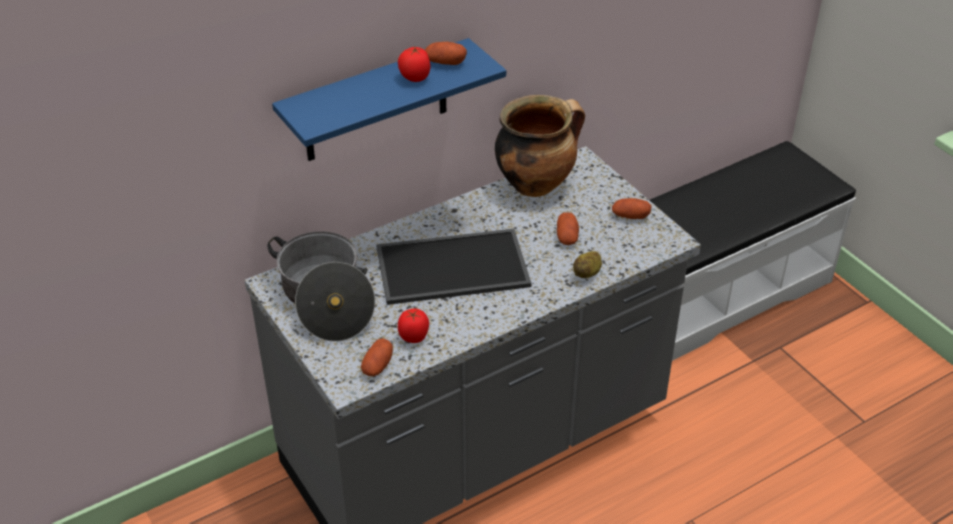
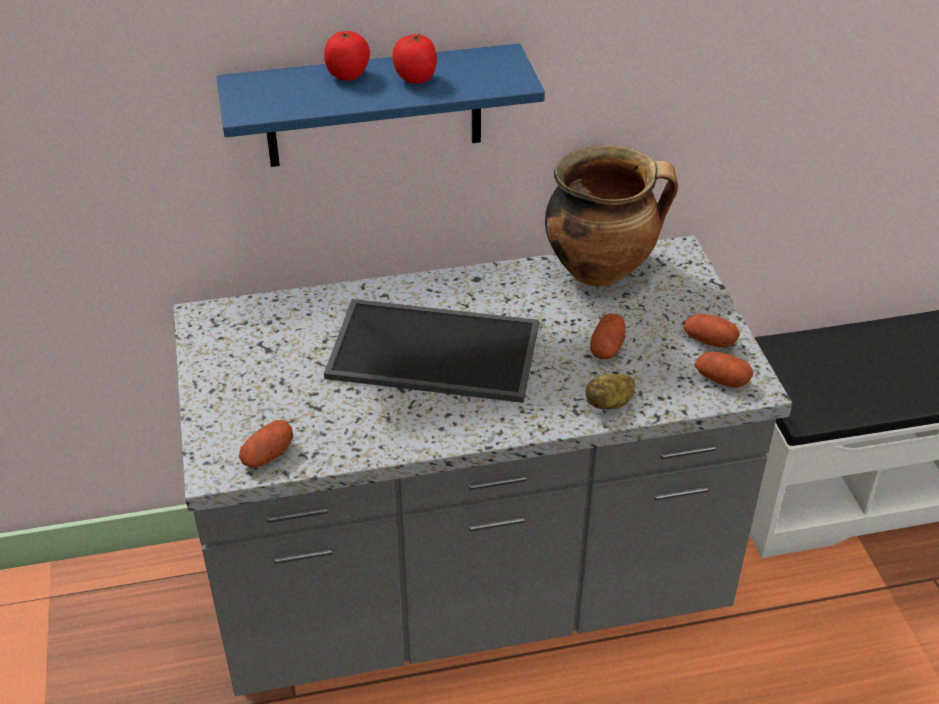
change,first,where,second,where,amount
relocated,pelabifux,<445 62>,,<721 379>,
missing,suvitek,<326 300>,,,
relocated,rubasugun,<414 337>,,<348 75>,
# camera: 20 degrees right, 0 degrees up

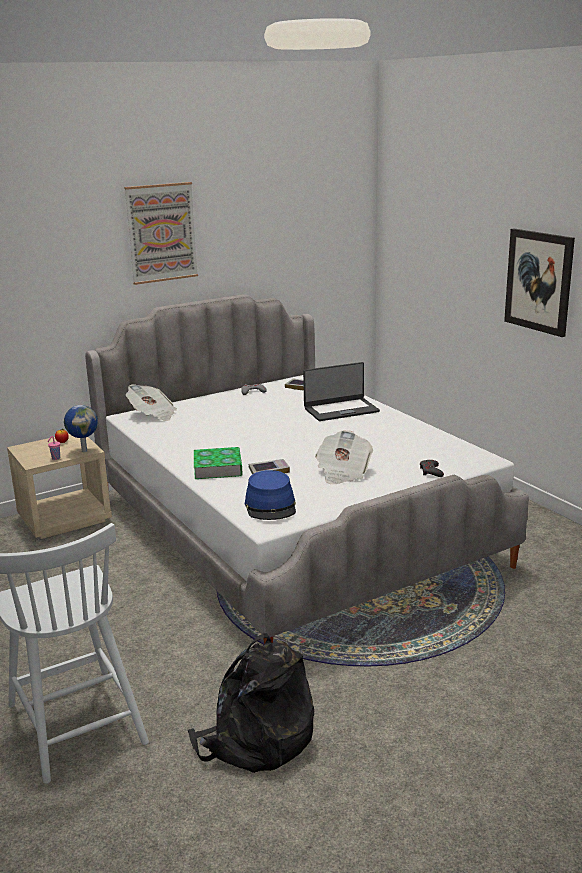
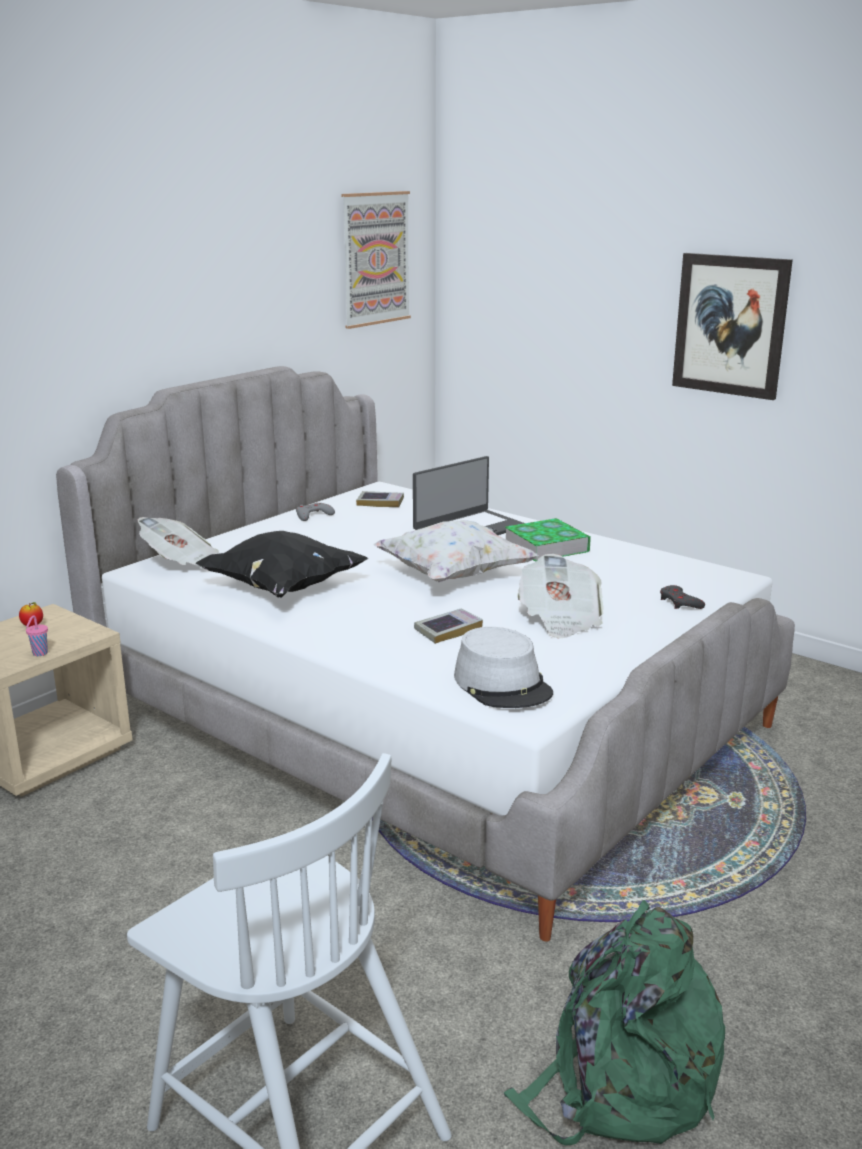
change,first,where,second,where,amount
relocated,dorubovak,<161 233>,,<375 259>,
missing,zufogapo,<84 450>,,,
relocated,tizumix,<218 468>,,<546 546>,
colour,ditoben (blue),<271 506>,ditoben (grey),<503 684>,
colour,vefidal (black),<256 740>,vefidal (green),<621 1081>,
appeared,,,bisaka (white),<454 576>,
appeared,,,bisaka (black),<282 588>,
# camera: 20 degrees left, 0 degrees up

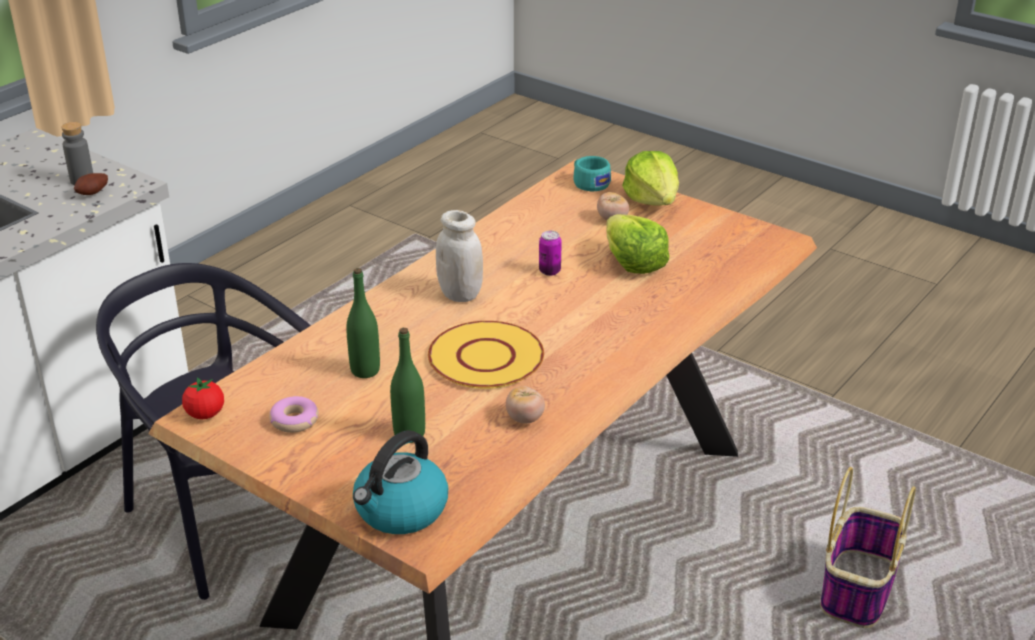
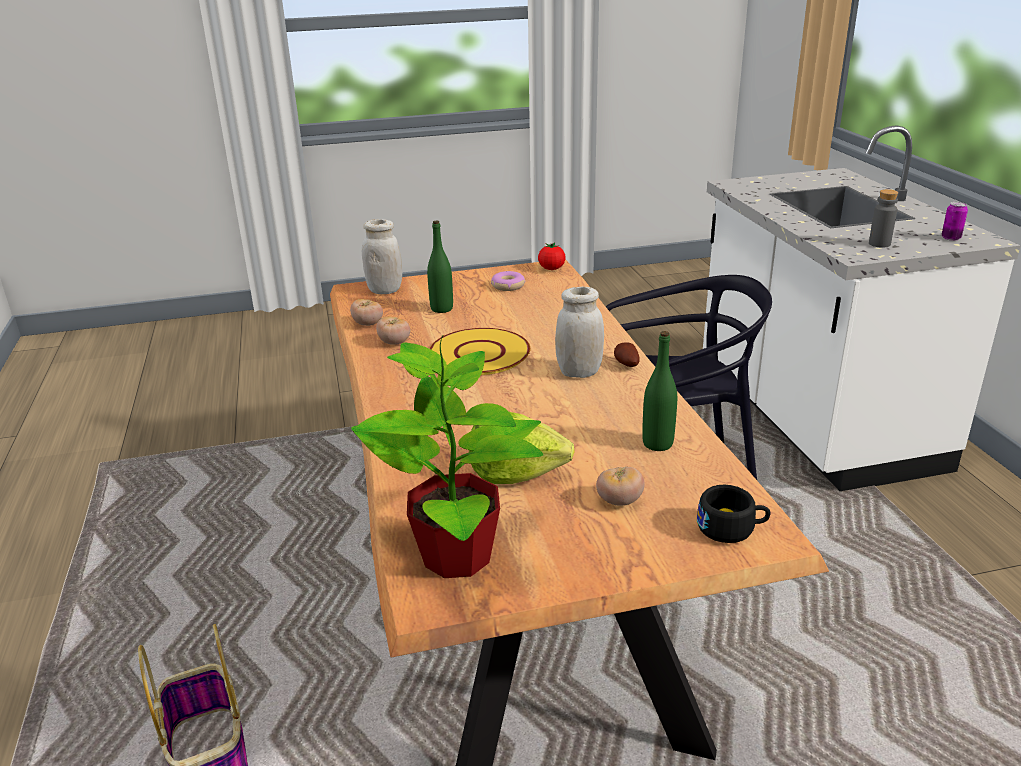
change,first,where,second,where,amount
missing,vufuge,<652 200>,,,
colour,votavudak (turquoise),<588 183>,votavudak (black),<732 528>,
relocated,pelabifux,<94 194>,,<625 364>,
relocated,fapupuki,<549 271>,,<951 238>,
relocated,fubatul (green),<365 370>,,<657 444>,
exchanged,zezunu,<400 511>,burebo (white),<385 290>,
appeared,,,rubasugun,<367 324>,
appeared,,,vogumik,<459 557>,
# camera: 130 degrees right, 5 degrees down

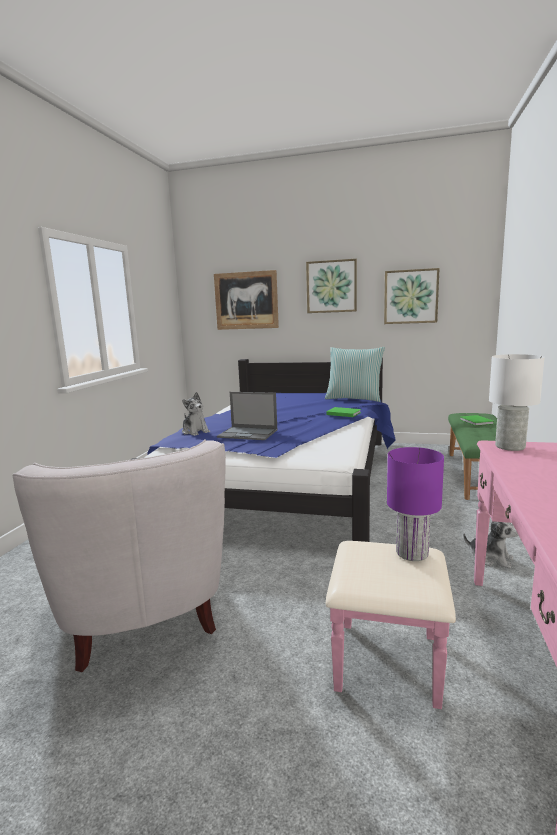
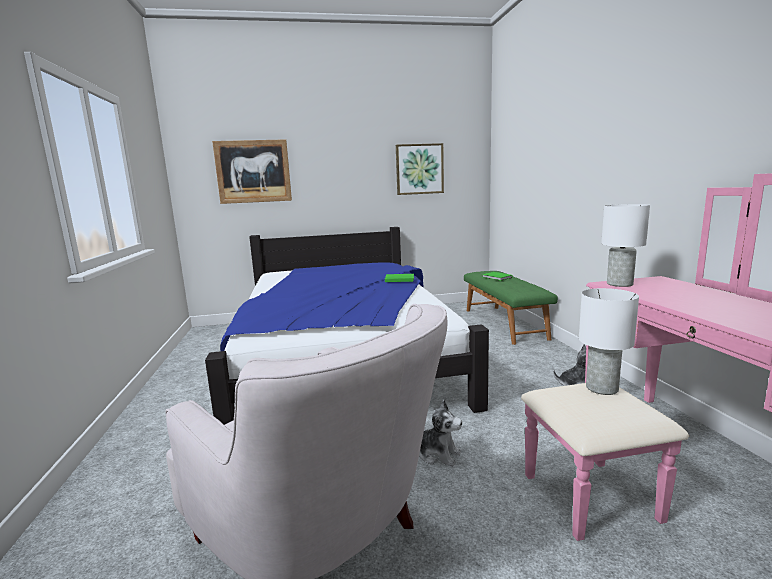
change,first,where,second,where,amount
missing,dorubovak,<331 286>,,,
missing,bisaka,<354 399>,,,
relocated,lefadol,<195 432>,,<437 454>,
missing,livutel,<248 433>,,,
colour,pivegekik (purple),<411 553>,pivegekik (white),<601 388>,
# camera: 25 degrees left, 0 degrees up

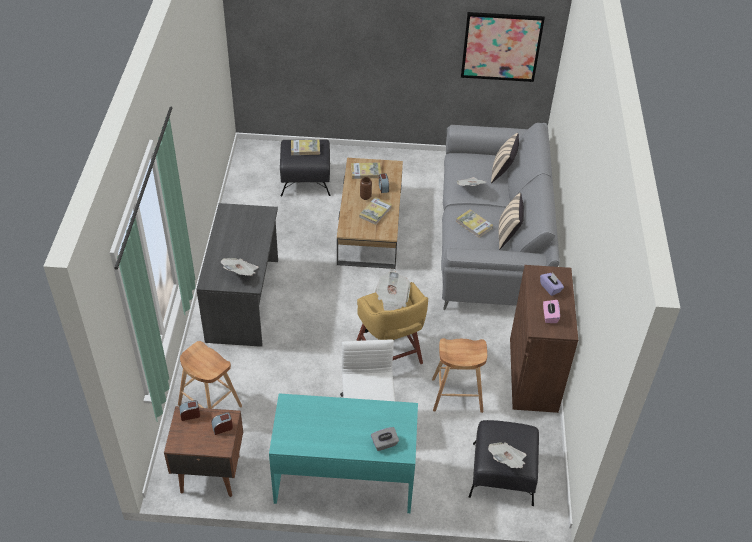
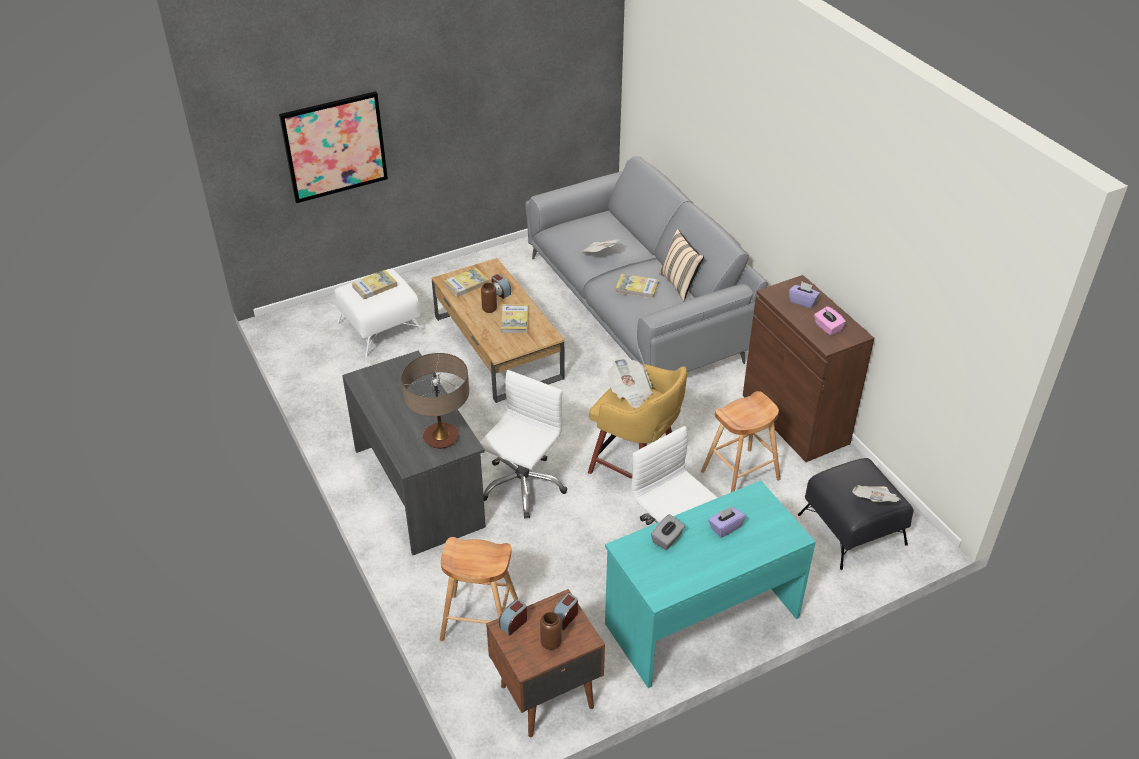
change,first,where,second,where,amount
relocated,dorubovak,<501 46>,,<334 147>,
missing,bisaka (beige),<503 172>,,,
colour,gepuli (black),<306 179>,gepuli (white),<381 328>,
exchanged,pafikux,<241 273>,pivegekik,<441 438>,
relocated,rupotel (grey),<384 444>,,<667 539>,
appeared,,,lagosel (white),<522 485>,
appeared,,,rupotel (purple),<725 527>,
appeared,,,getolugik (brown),<551 643>,
# camera: 30 degrees left, 5 degrees down

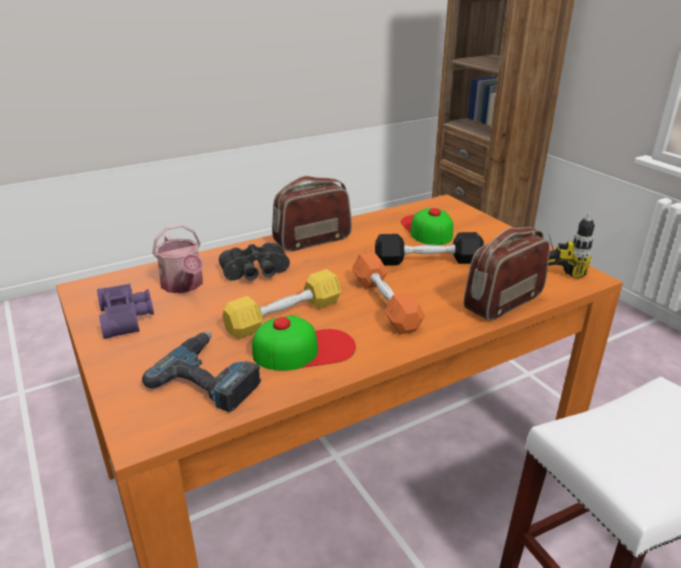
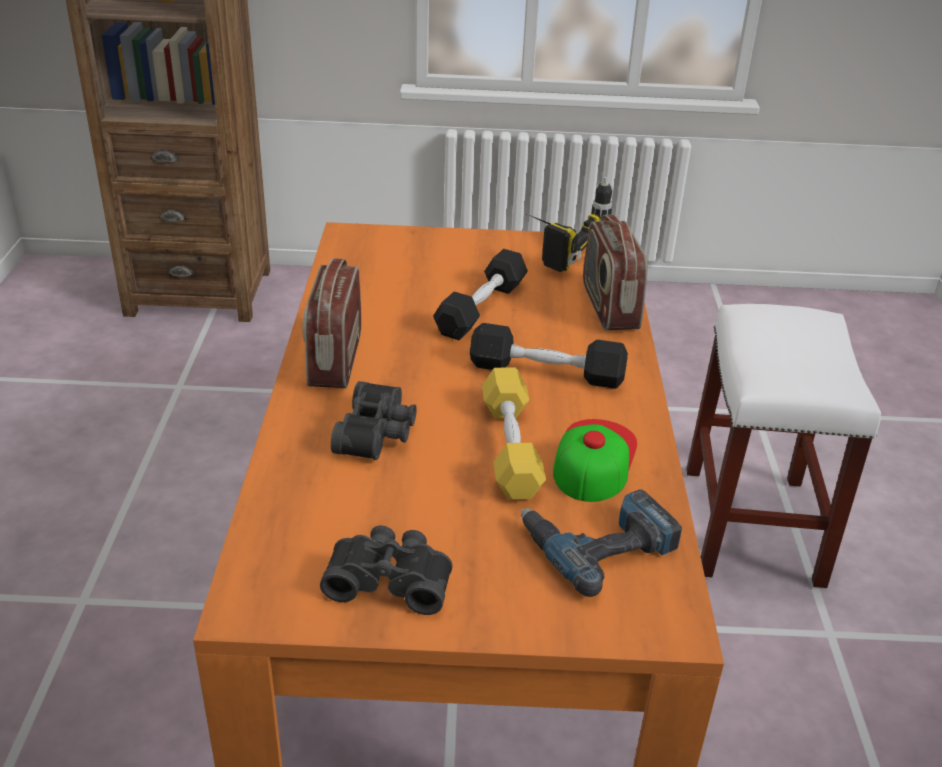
change,first,where,second,where,amount
missing,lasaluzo,<426 229>,,,
missing,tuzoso,<184 285>,,,
colour,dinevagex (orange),<385 303>,dinevagex (black),<546 372>,
colour,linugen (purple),<128 317>,linugen (black),<390 579>,
# camera: 60 degrees left, 5 degrees up

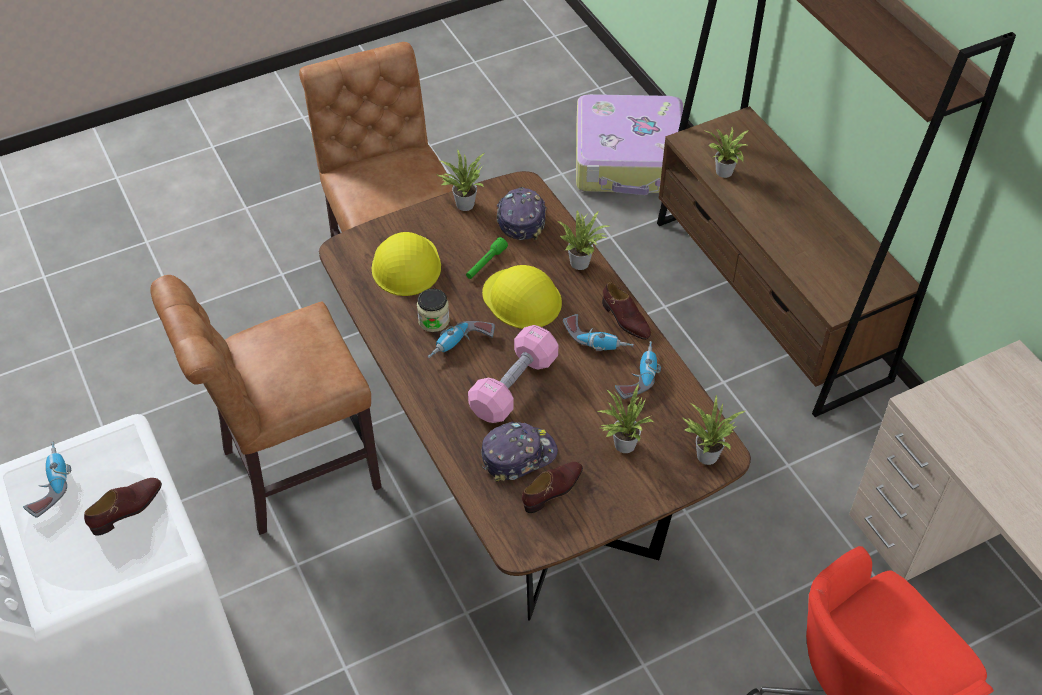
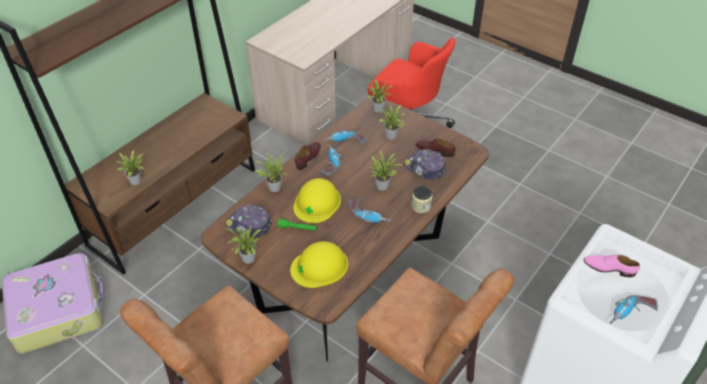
change,first,where,second,where,amount
spun,lasaluzo,<521 218>,,<249 226>,45 degrees clockwise
relocated,burebo,<433 320>,,<421 206>,
exchanged,dinevagex (pink),<513 386>,vogumik,<382 185>,
colour,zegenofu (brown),<127 509>,zegenofu (pink),<609 268>,
# camera: 115 degrees left, 5 degrees down

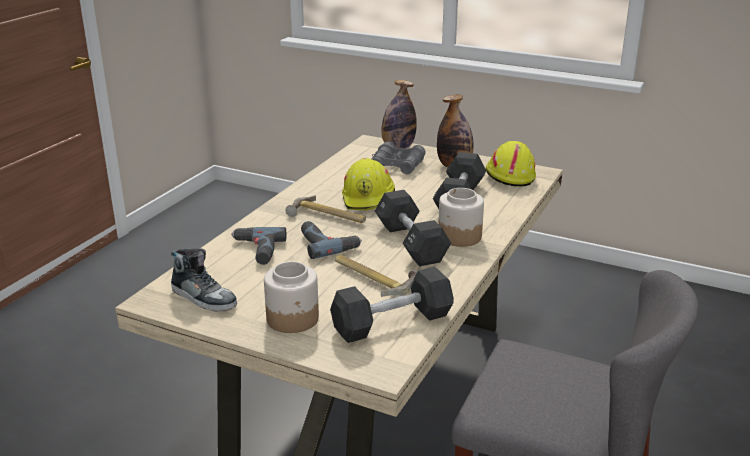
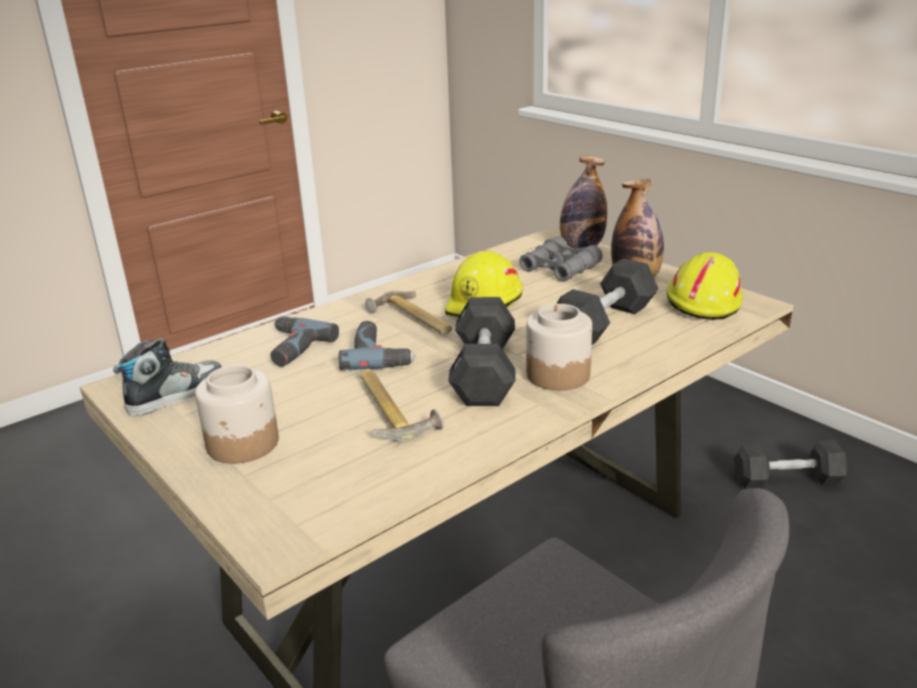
change,first,where,second,where,amount
spun,zegenofu,<203 297>,,<176 394>,105 degrees counterclockwise
relocated,dinevagex (black),<392 322>,,<787 480>,
# camera: 25 degrees right, 0 degrees up

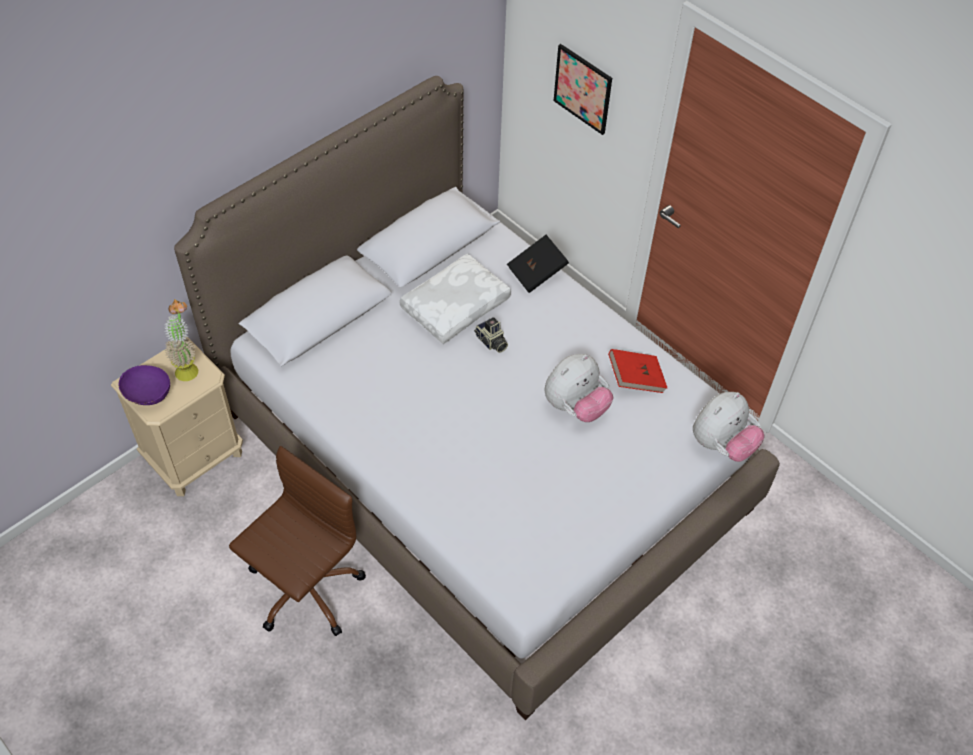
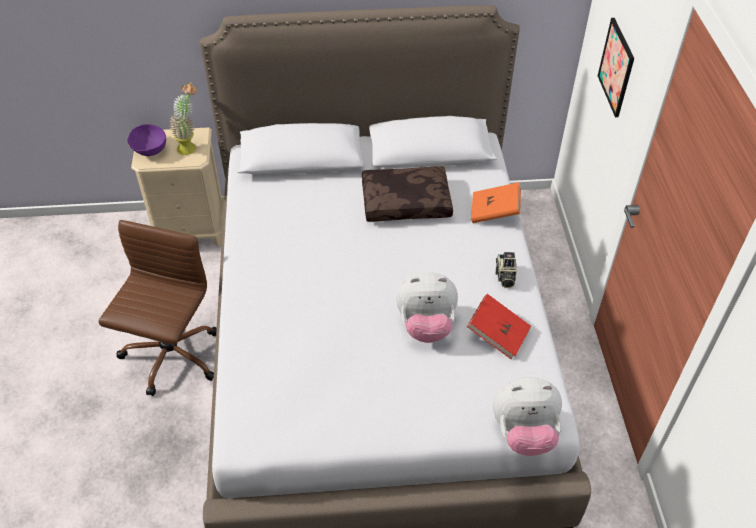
change,first,where,second,where,amount
colour,tizumix (black),<537 273>,tizumix (orange),<494 212>,
colour,bisaka (white),<455 305>,bisaka (brown),<406 201>,
relocated,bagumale,<491 342>,,<504 276>,
spun,lagosel (brown),<304 590>,,<171 357>,60 degrees counterclockwise
# camera: 40 degrees right, 5 degrees down

